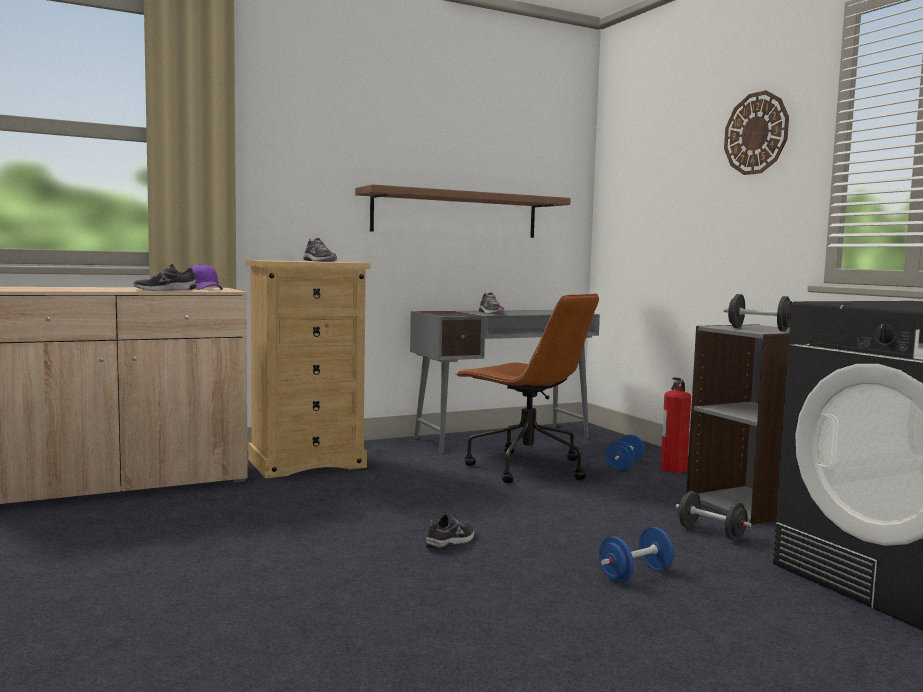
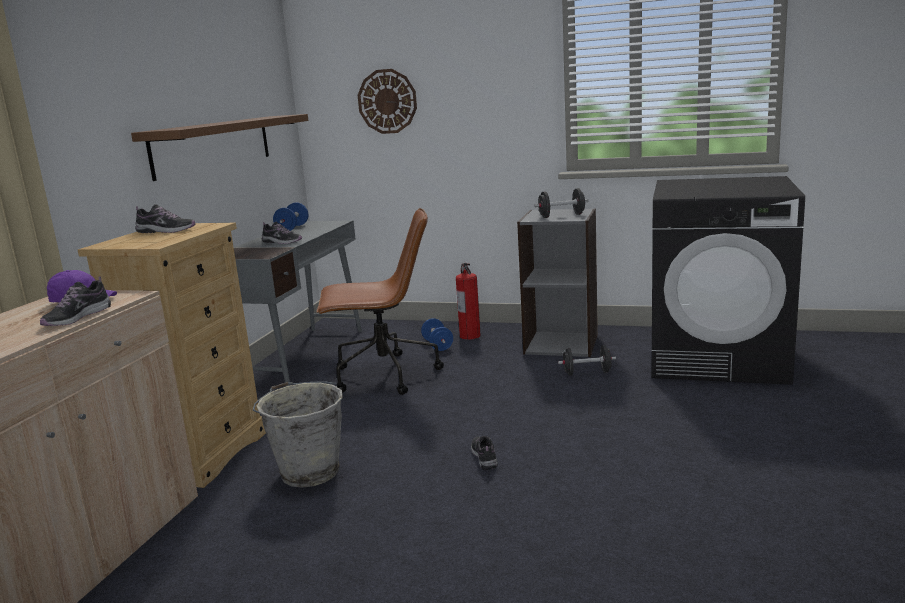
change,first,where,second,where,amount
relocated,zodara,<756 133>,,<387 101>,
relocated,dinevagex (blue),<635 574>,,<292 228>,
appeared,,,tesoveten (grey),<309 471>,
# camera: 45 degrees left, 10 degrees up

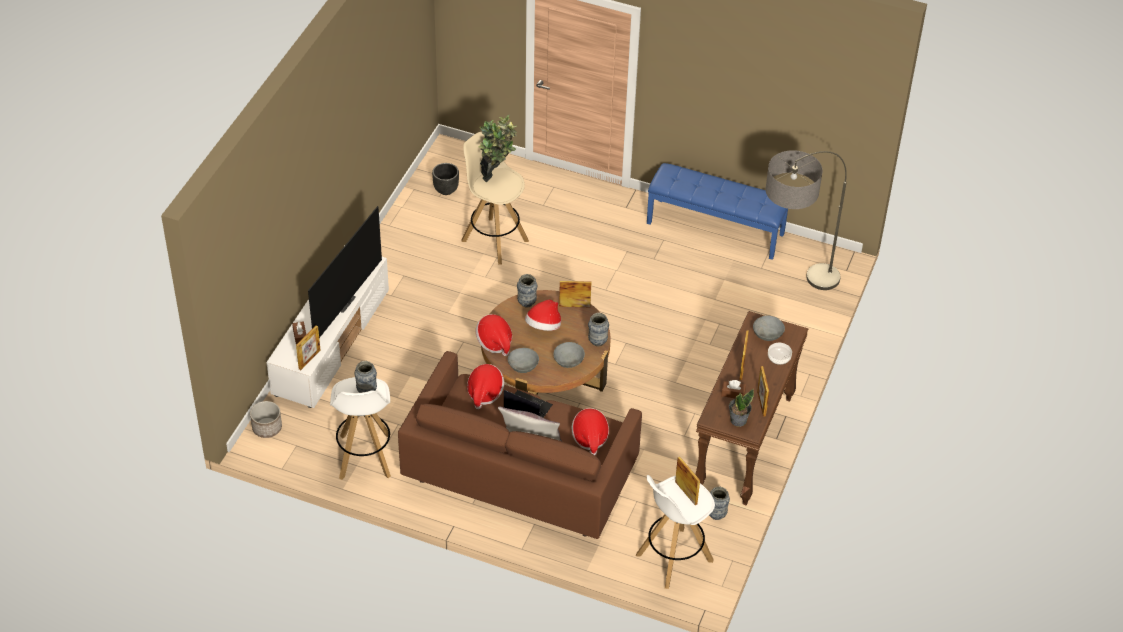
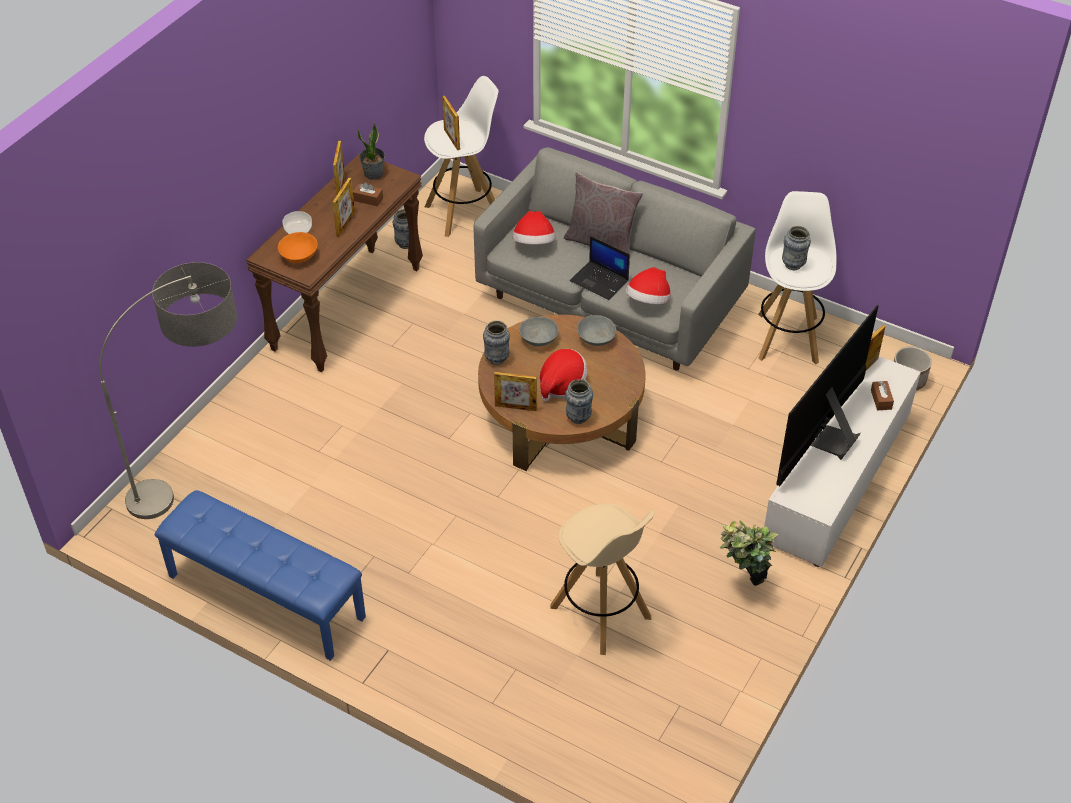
change,first,where,second,where,amount
relocated,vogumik,<496 174>,,<742 585>,
missing,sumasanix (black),<445 190>,,,
missing,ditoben,<494 342>,,,
colour,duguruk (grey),<768 335>,duguruk (orange),<299 255>,
colour,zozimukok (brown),<520 475>,zozimukok (grey),<610 301>,
# camera: 170 degrees left, 0 degrees up

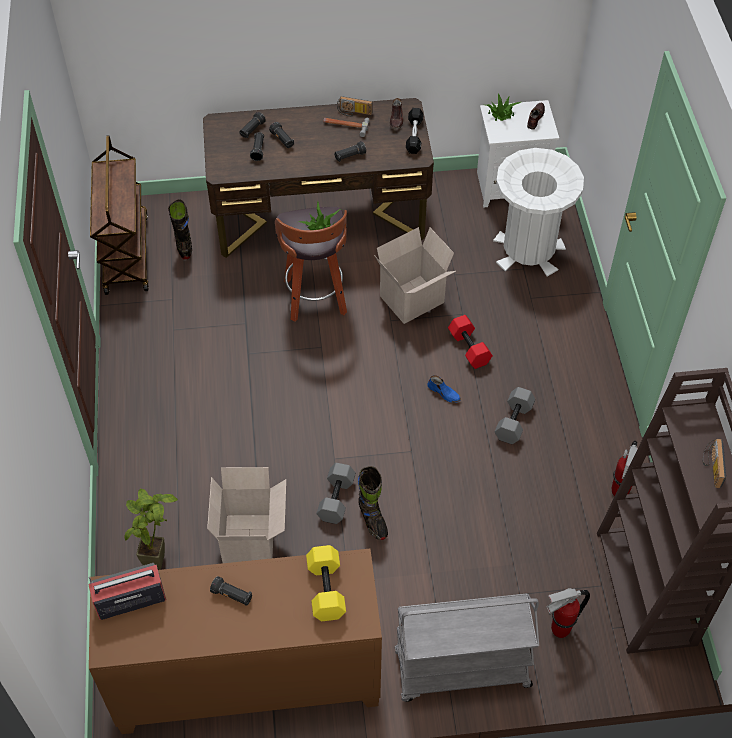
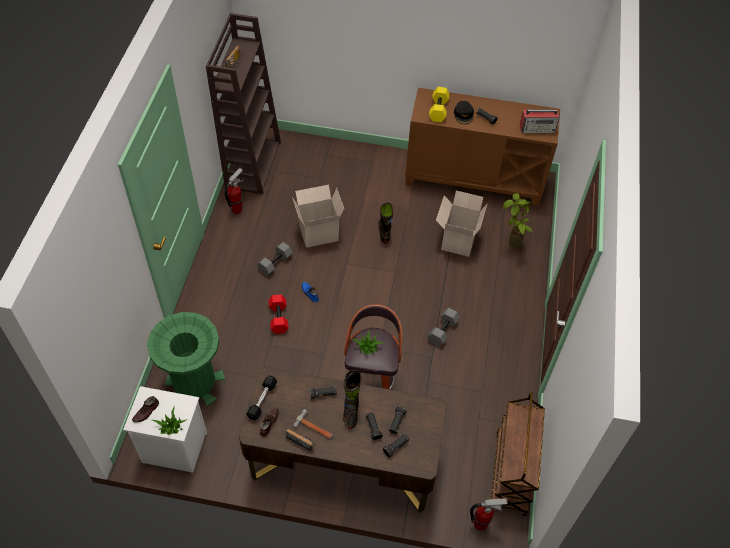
change,first,where,second,where,amount
colour,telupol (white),<528 250>,telupol (green),<194 383>,
relocated,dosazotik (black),<184 245>,,<351 411>,
relocated,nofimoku,<412 301>,,<319 232>,
relocated,dinevagex (grey),<337 500>,,<442 330>,
relocated,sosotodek,<559 630>,,<480 524>,
missing,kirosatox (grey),<461 670>,,,
appeared,,,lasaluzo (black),<463 114>,
# camera: 165 degrees left, 0 degrees up

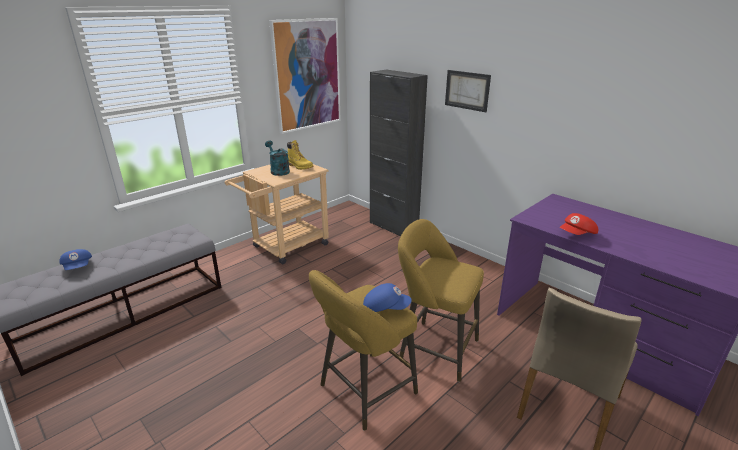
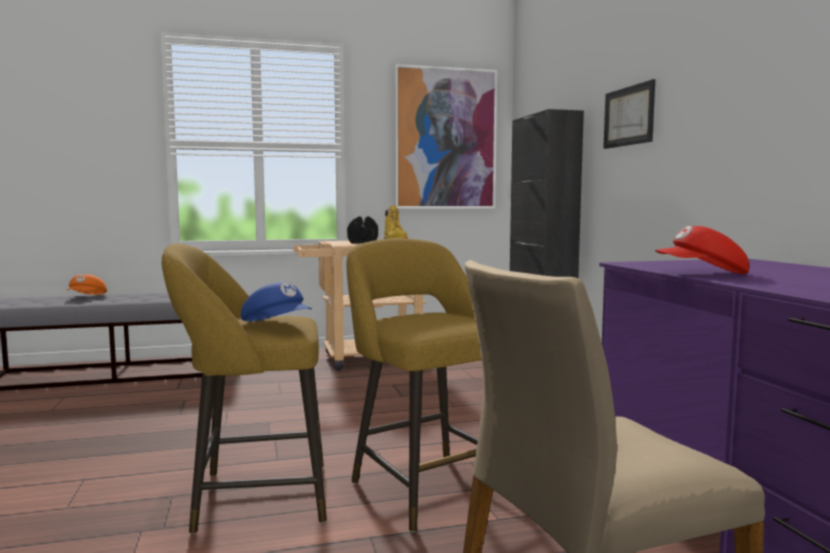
change,first,where,second,where,amount
exchanged,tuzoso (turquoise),<278 171>,dinevagex (black),<363 242>,
colour,lasaluzo (blue),<79 267>,lasaluzo (orange),<87 297>,
# camera: 30 degrees right, 20 degrees down

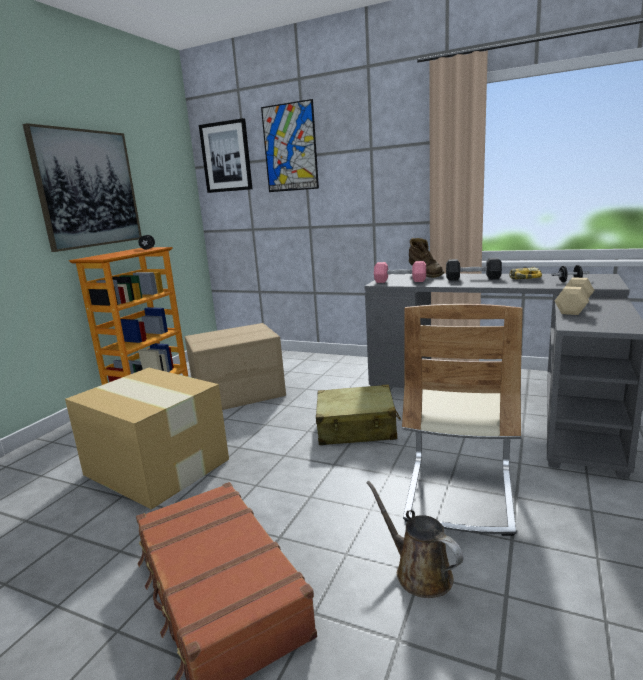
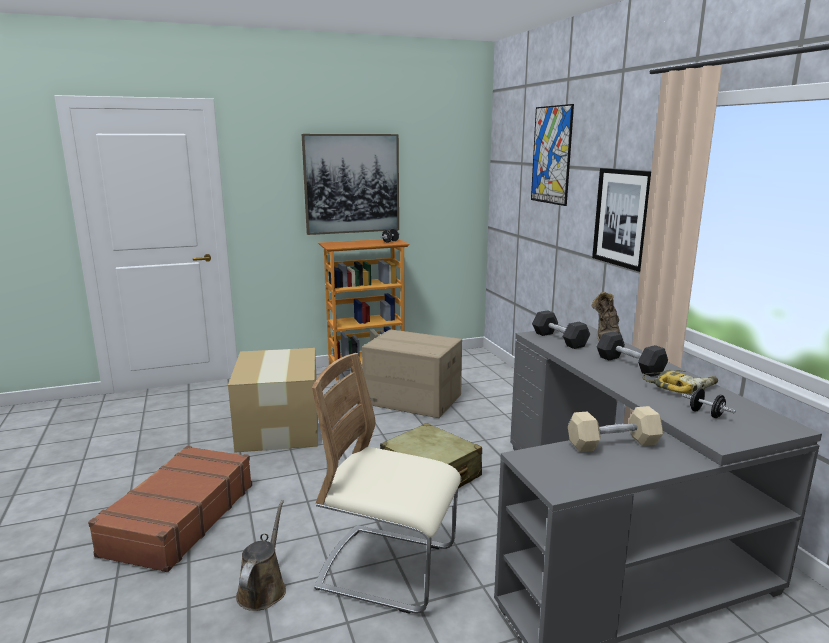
change,first,where,second,where,amount
relocated,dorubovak,<226 157>,,<623 218>,
colour,dinevagex (pink),<400 281>,dinevagex (black),<559 339>,
spun,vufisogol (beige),<459 493>,,<388 568>,45 degrees clockwise
# camera: 45 degrees right, 0 degrees up

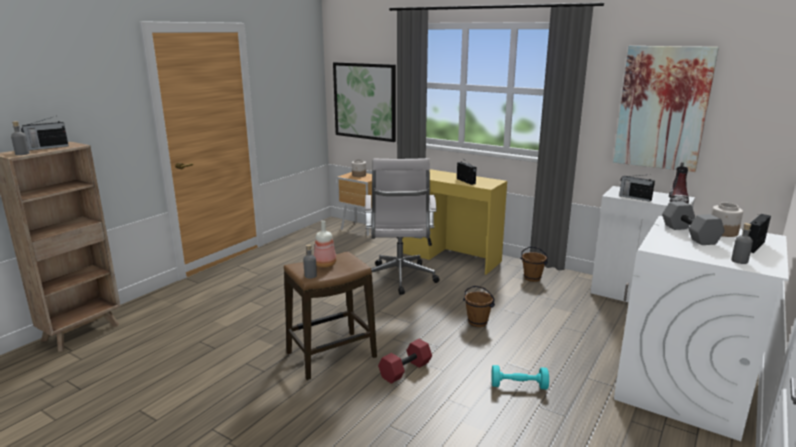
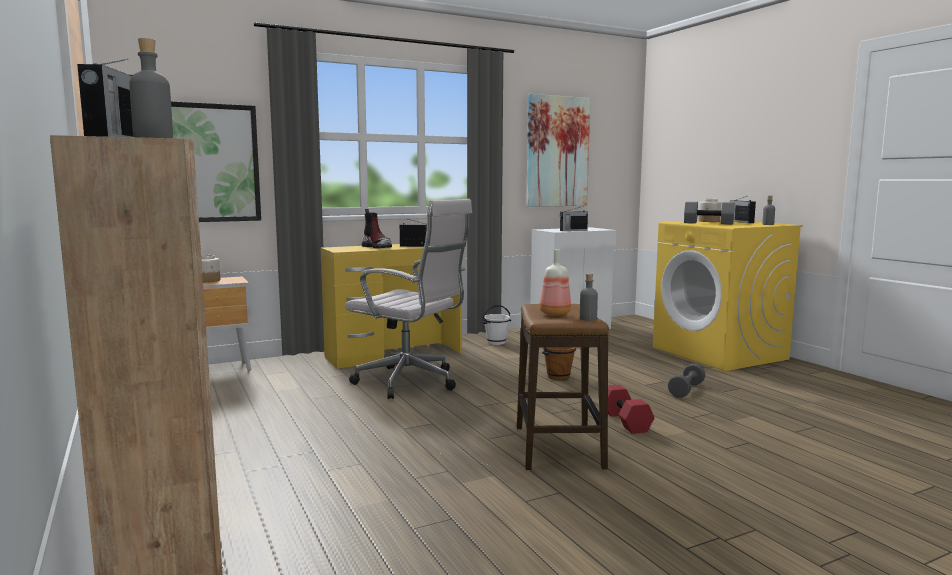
change,first,where,second,where,amount
relocated,dosazotik,<678 200>,,<377 247>,
colour,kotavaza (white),<682 388>,kotavaza (yellow),<720 353>,
colour,tesoveten (brown),<532 278>,tesoveten (white),<496 342>,
colour,dinevagex (turquoise),<518 386>,dinevagex (grey),<686 390>,
# camera: 60 degrees left, 10 degrees down

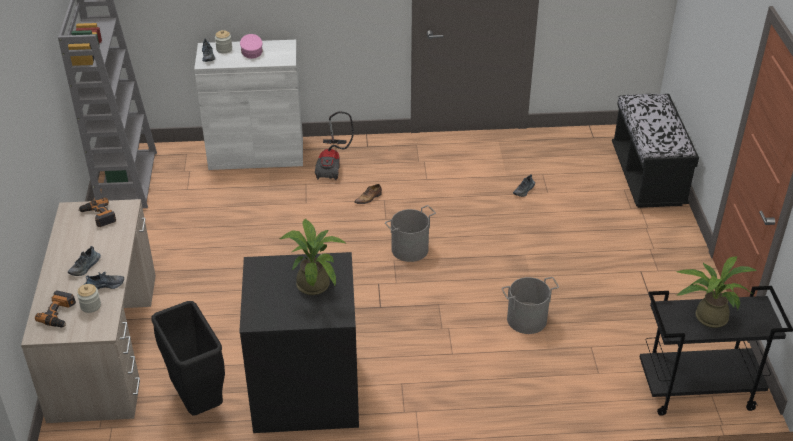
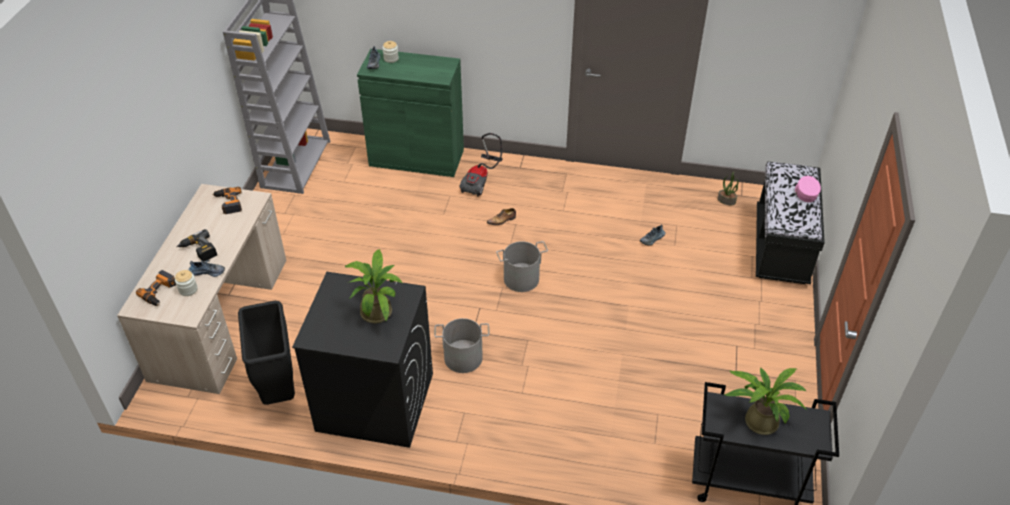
change,first,where,second,where,amount
relocated,lasaluzo (pink),<251 51>,,<806 193>,
colour,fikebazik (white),<256 154>,fikebazik (green),<416 158>,
exchanged,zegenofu,<85 267>,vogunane,<198 251>,
relocated,tesoveten (grey),<526 319>,,<463 357>,
appeared,,,vogumik,<726 200>,
# camera: 15 degrees right, 5 degrees up

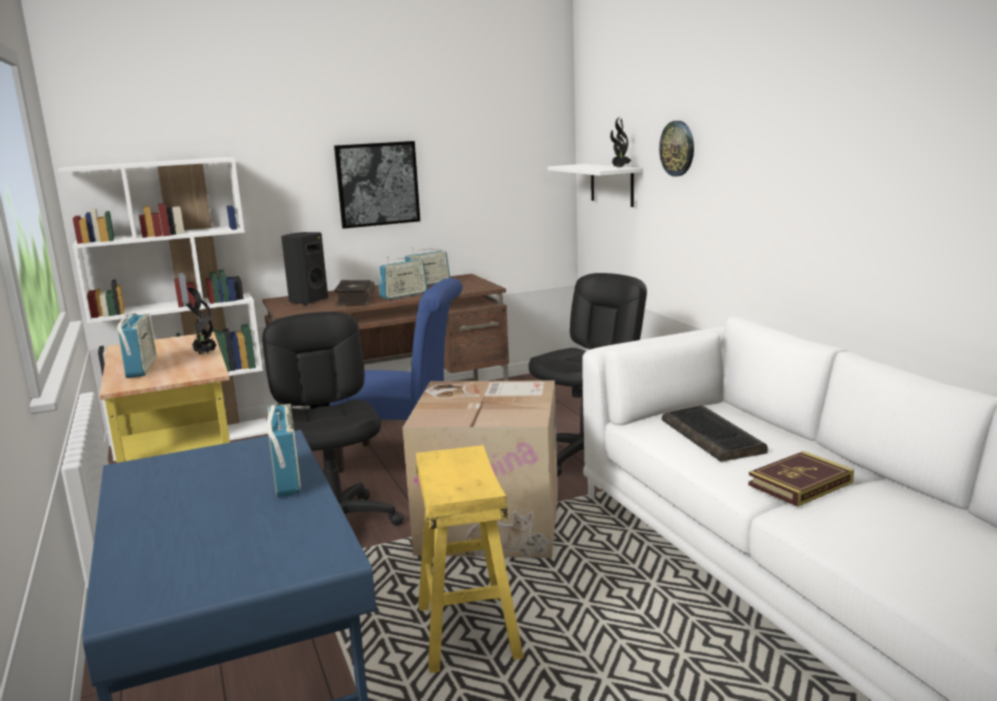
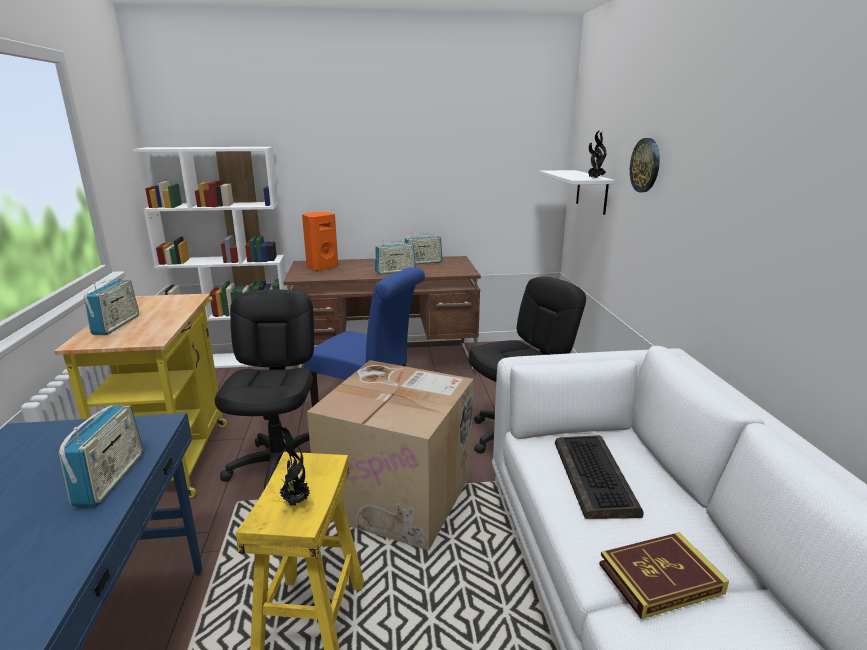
change,first,where,second,where,amount
missing,dorubovak,<377 184>,,,
colour,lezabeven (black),<307 301>,lezabeven (orange),<321 267>,
missing,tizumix,<354 300>,,,
relocated,vogumik,<204 354>,,<294 502>,
# camera: 15 degrees right, 5 degrees up

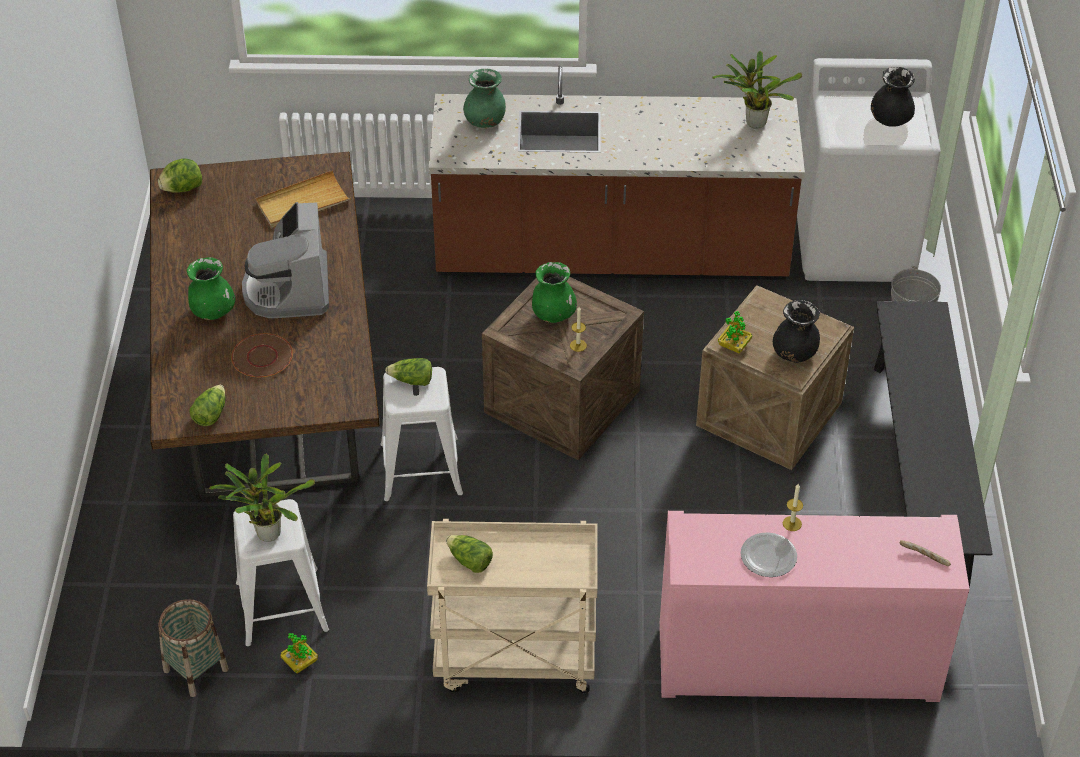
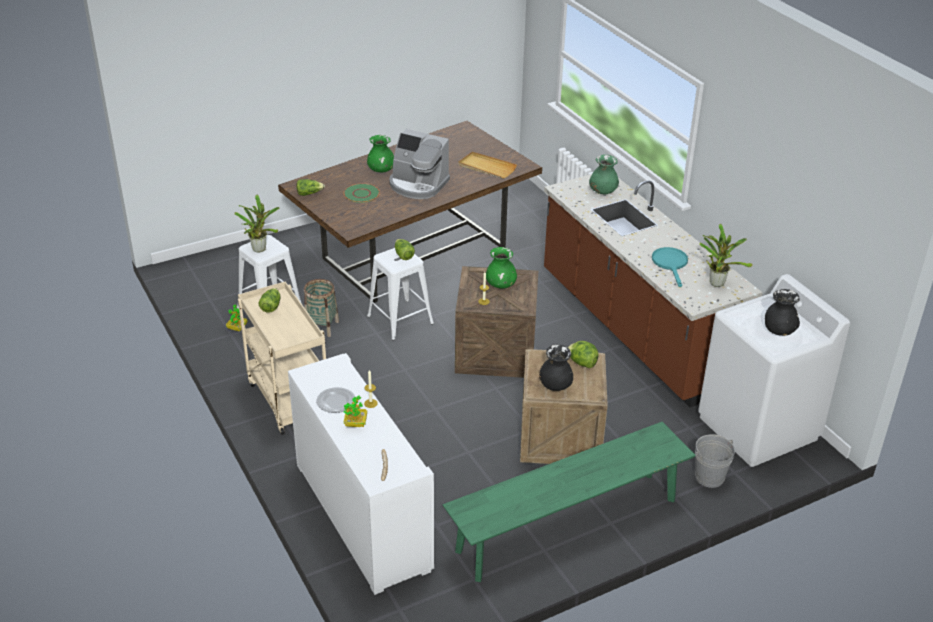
change,first,where,second,where,amount
relocated,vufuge,<182 189>,,<581 363>,
spun,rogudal,<289 289>,,<418 185>,120 degrees counterclockwise
colour,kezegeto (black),<919 476>,kezegeto (green),<568 525>,
relocated,vogumik,<734 346>,,<355 423>,
colour,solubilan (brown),<262 357>,solubilan (green),<361 194>,
colour,fikebazik (pink),<797 663>,fikebazik (white),<362 516>,
relocated,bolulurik,<196 670>,,<321 327>,
appeared,,,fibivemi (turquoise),<670 264>,
# camera: 60 degrees right, 10 degrees down

